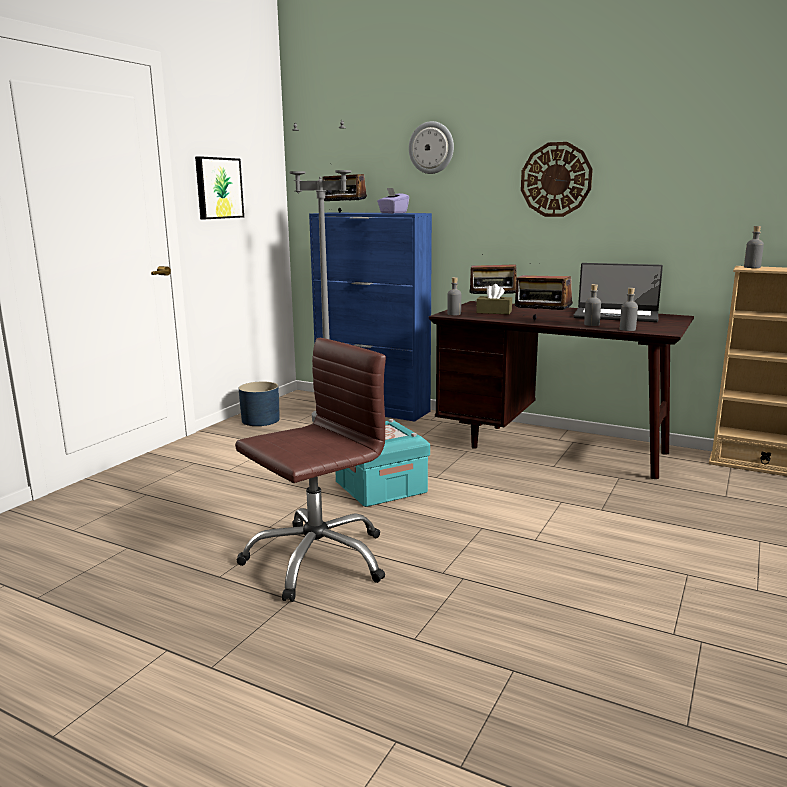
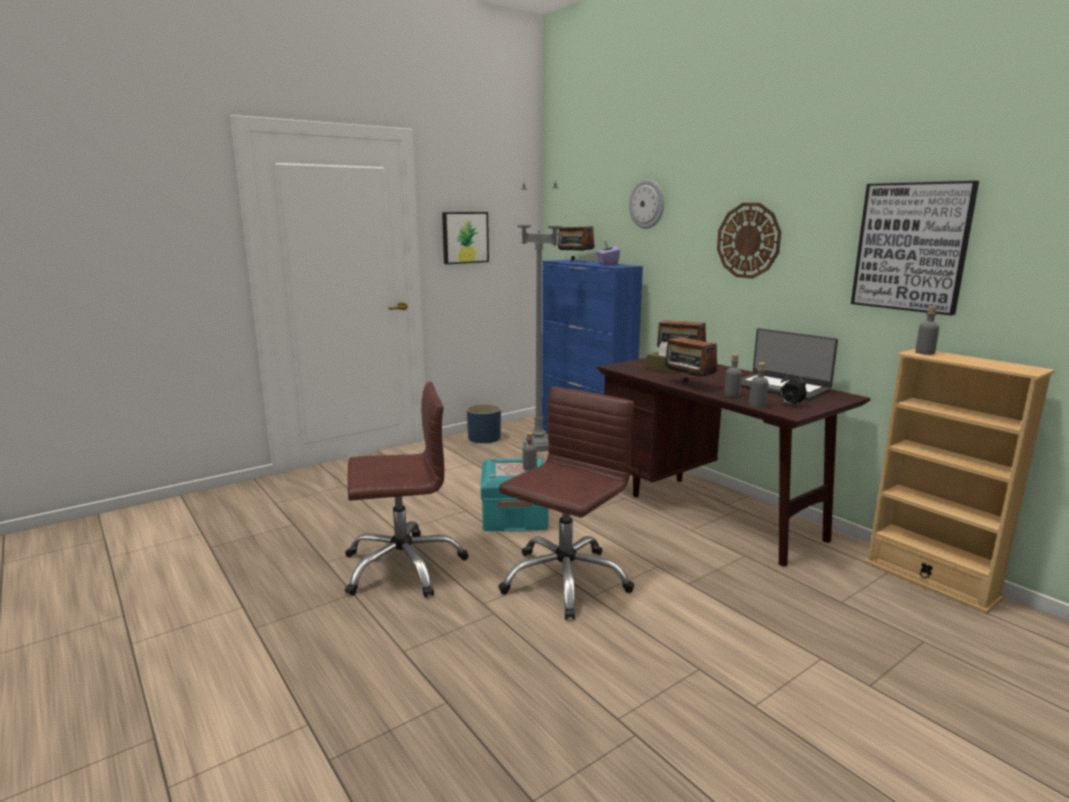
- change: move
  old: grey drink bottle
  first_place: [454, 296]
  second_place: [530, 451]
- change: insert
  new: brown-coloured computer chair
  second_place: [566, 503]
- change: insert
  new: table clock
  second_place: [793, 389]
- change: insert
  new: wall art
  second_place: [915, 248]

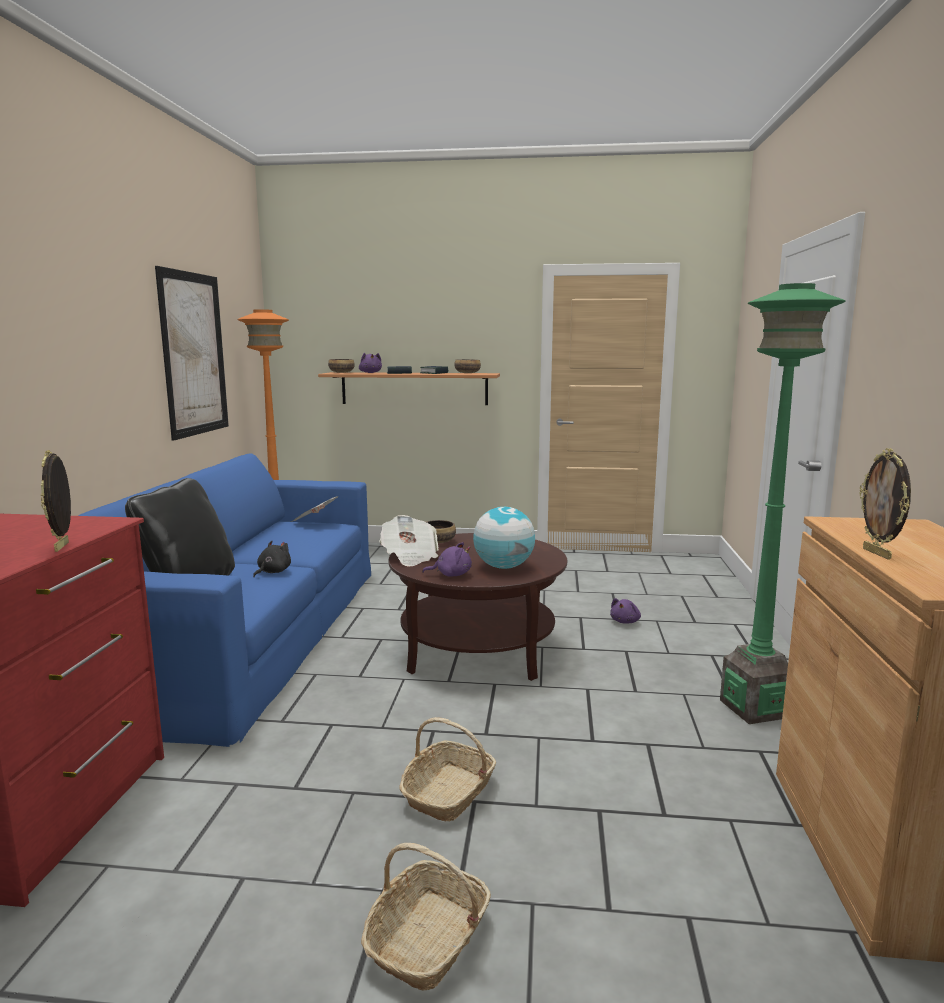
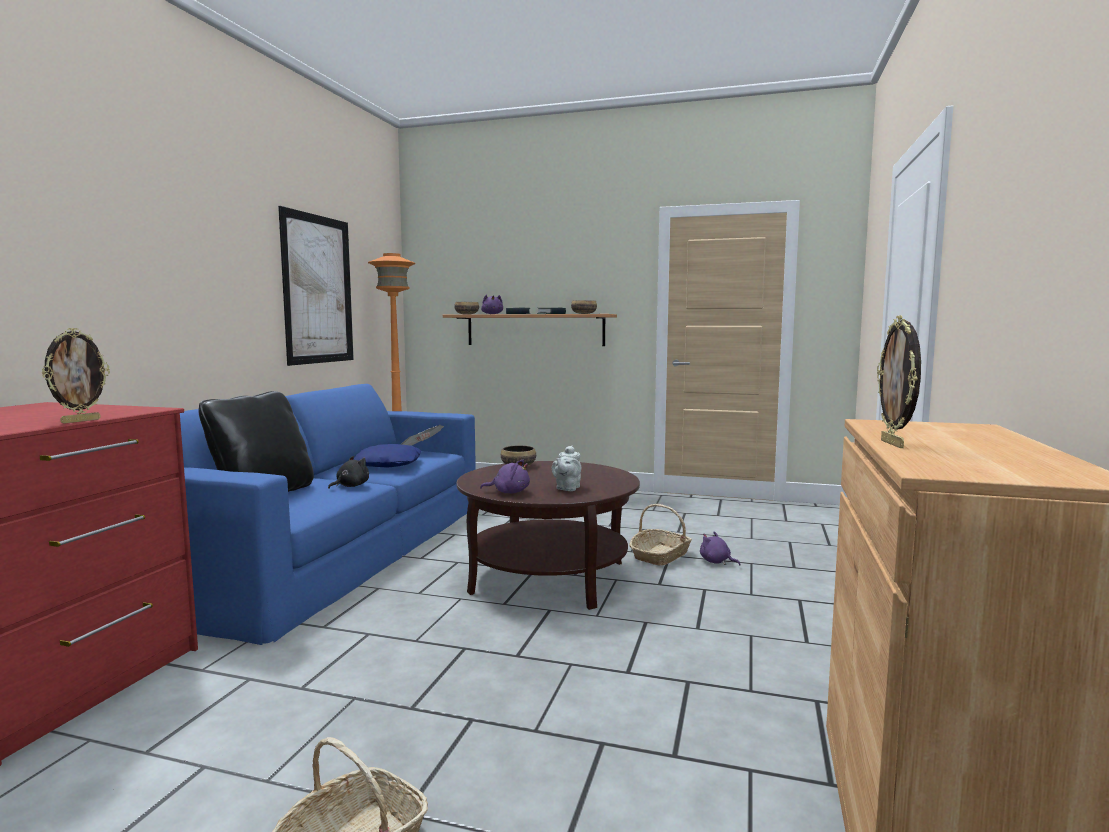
- change: rotate
  old: photo frame
  first_place: [56, 501]
  second_place: [76, 376]
  degrees: -150
- change: delete
  old: daily paper
  first_place: [409, 541]
- change: move
  old: basket
  first_place: [447, 769]
  second_place: [660, 535]
- change: replace
  old: desk globe
  new: grey tea pot
  first_place: [504, 538]
  second_place: [566, 468]
- change: rotate
  old: purple cuddly toy
  first_place: [625, 611]
  second_place: [720, 548]
  degrees: 90
- change: delete
  old: green standing lamp
  first_place: [783, 503]
- change: insert
  new: bluish throw pillow
  second_place: [387, 456]

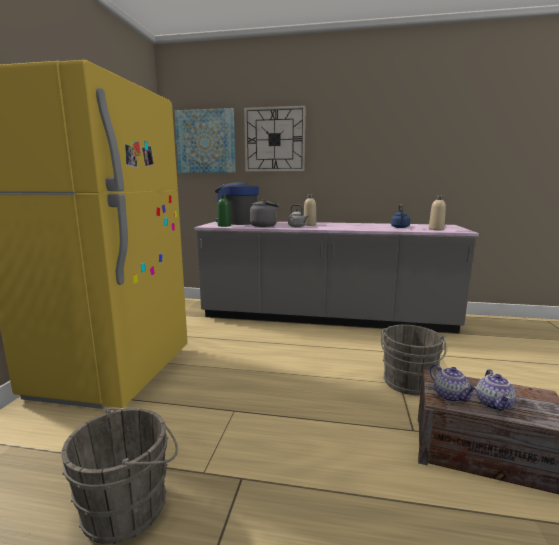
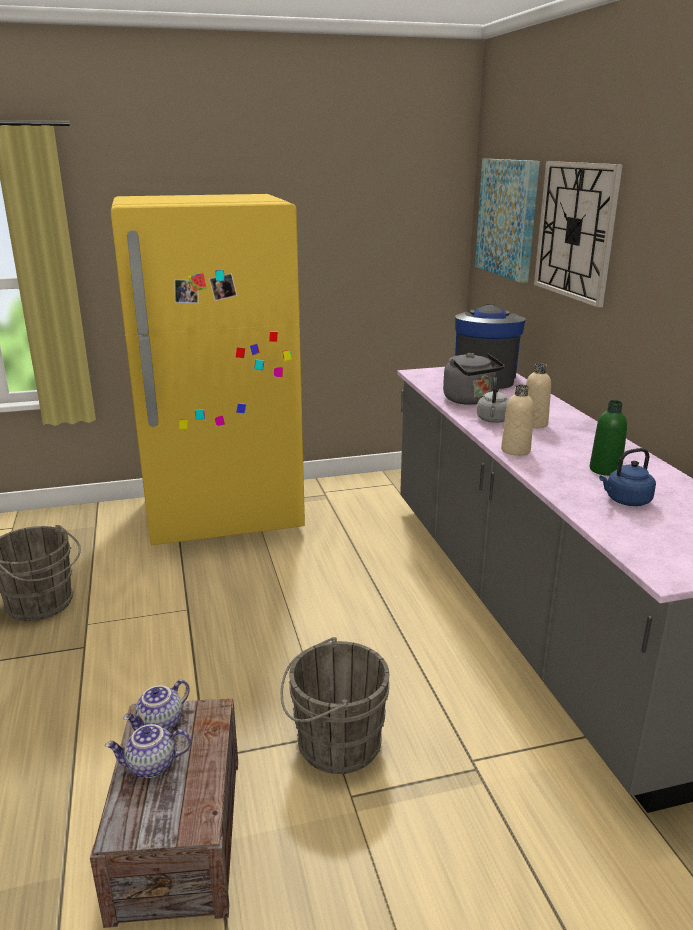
- change: move
  old: green drink bottle
  first_place: [224, 210]
  second_place: [608, 438]
- change: move
  old: beige drink bottle
  first_place: [437, 212]
  second_place: [517, 420]

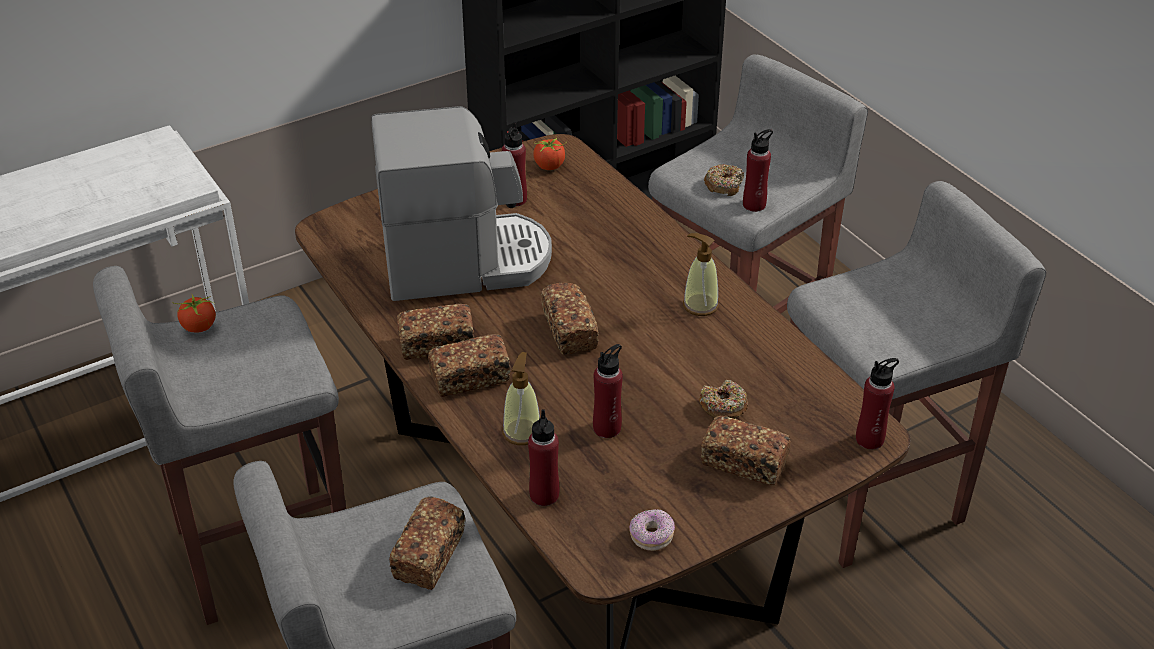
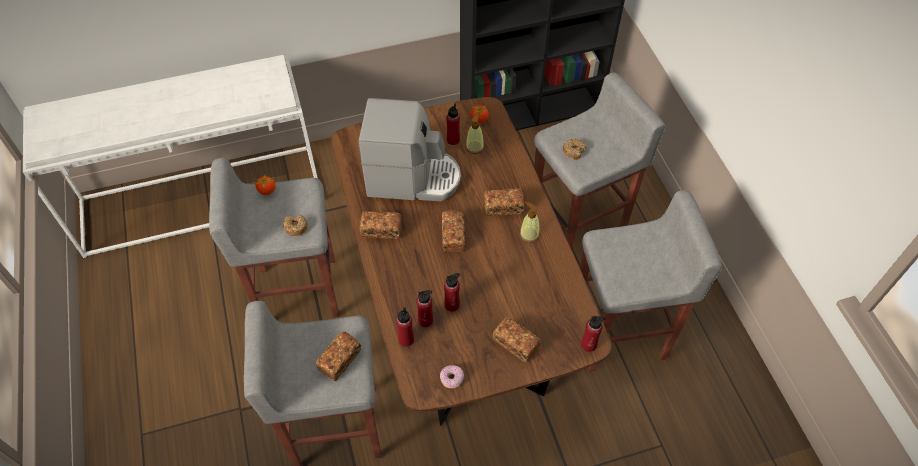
- change: move
  old: bakery bread
  first_place: [469, 365]
  second_place: [504, 202]
- change: move
  old: soap bottle
  first_place: [521, 398]
  second_place: [475, 133]
- change: move
  old: doughnut
  first_place: [723, 399]
  second_place: [295, 225]
- change: move
  old: red-coloured drink bottle
  first_place: [758, 170]
  second_place: [424, 308]

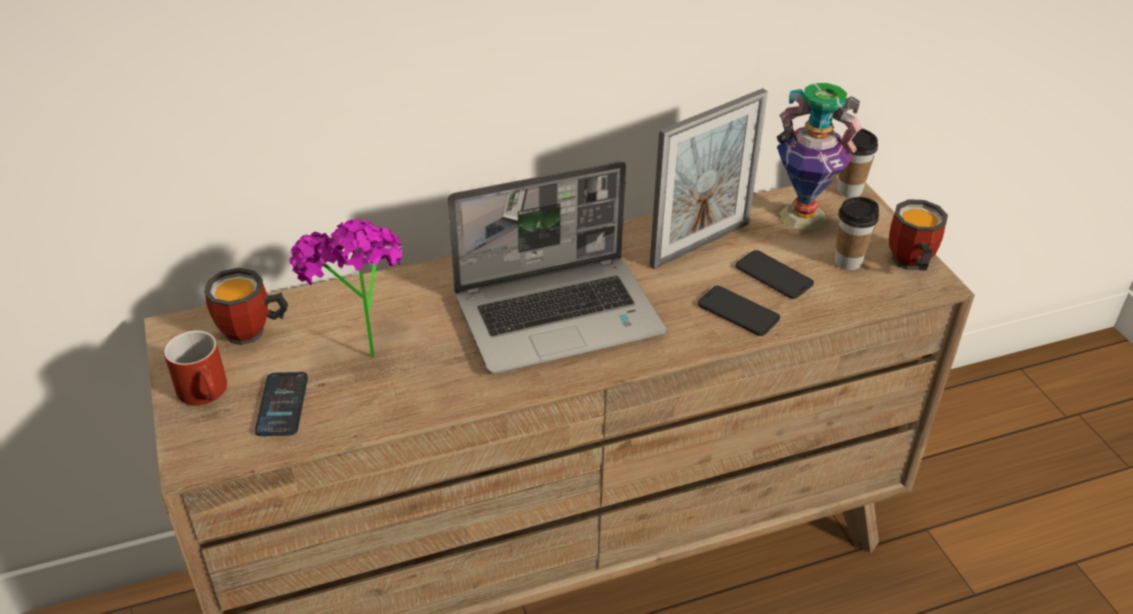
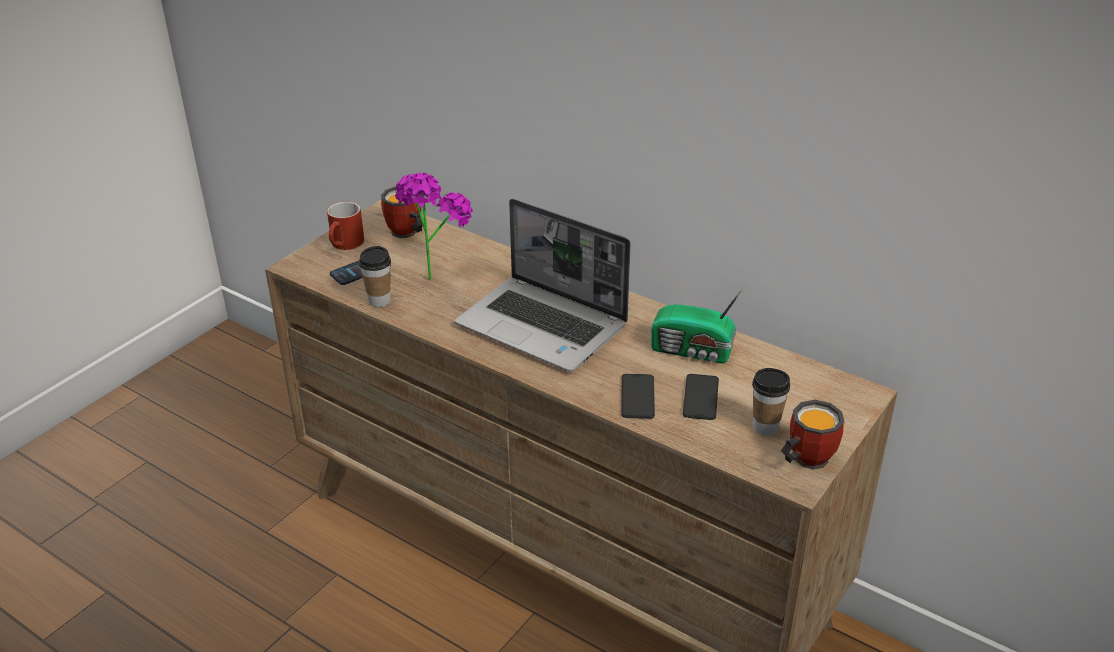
- change: replace
  old: photo frame
  new: radio
  first_place: [708, 178]
  second_place: [698, 324]
- change: delete
  old: flower vase
  first_place: [819, 157]
- change: move
  old: cup
  first_place: [857, 162]
  second_place: [375, 276]

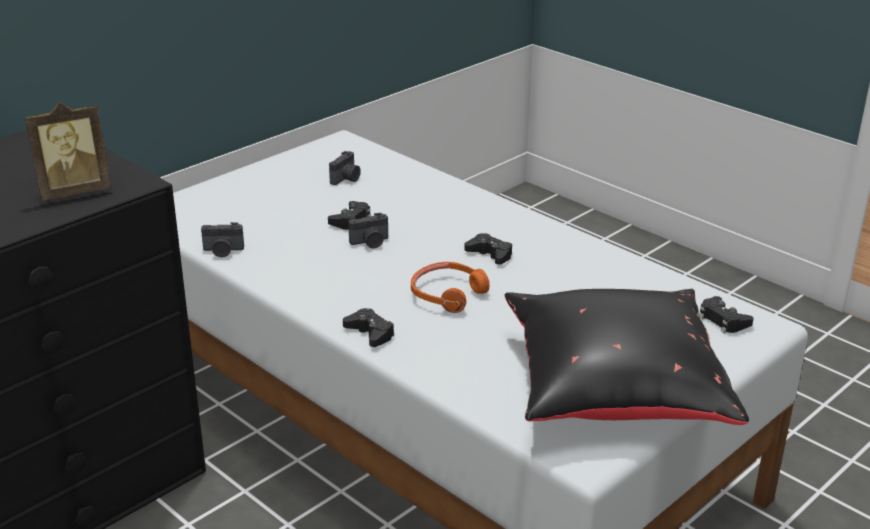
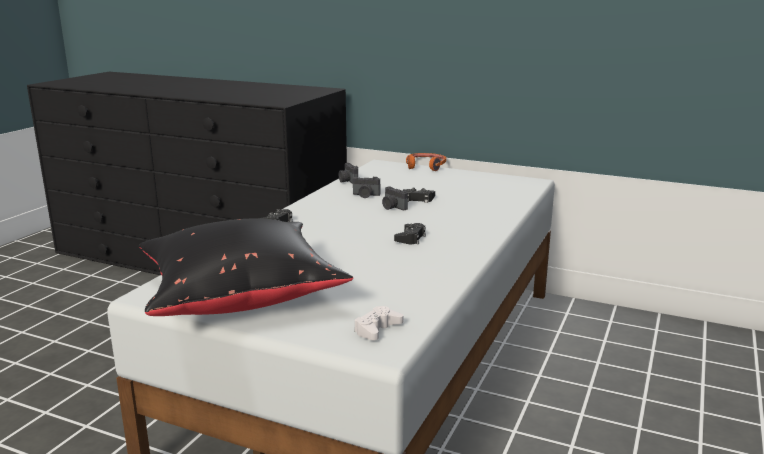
- change: delete
  old: photo frame
  first_place: [68, 151]
- change: move
  old: photo camera
  first_place: [345, 168]
  second_place: [366, 187]
- change: move
  old: orange pair of headphones
  first_place: [450, 287]
  second_place: [426, 162]
- change: recolor
  old: blackish gamepad
  new: white gamepad
  first_place: [726, 315]
  second_place: [378, 323]

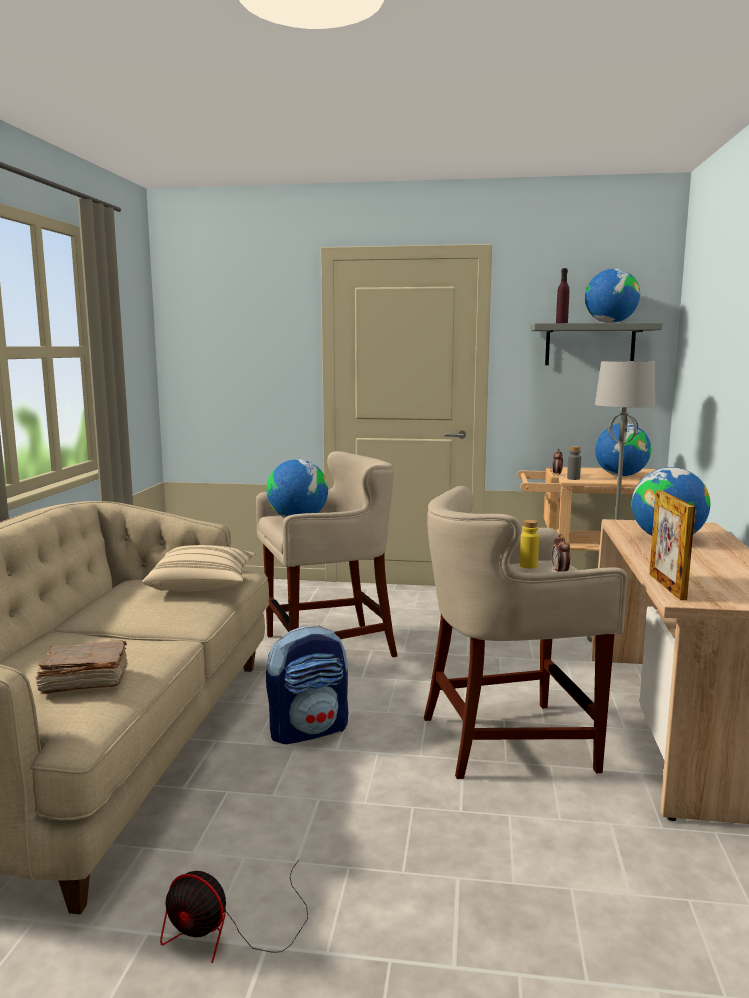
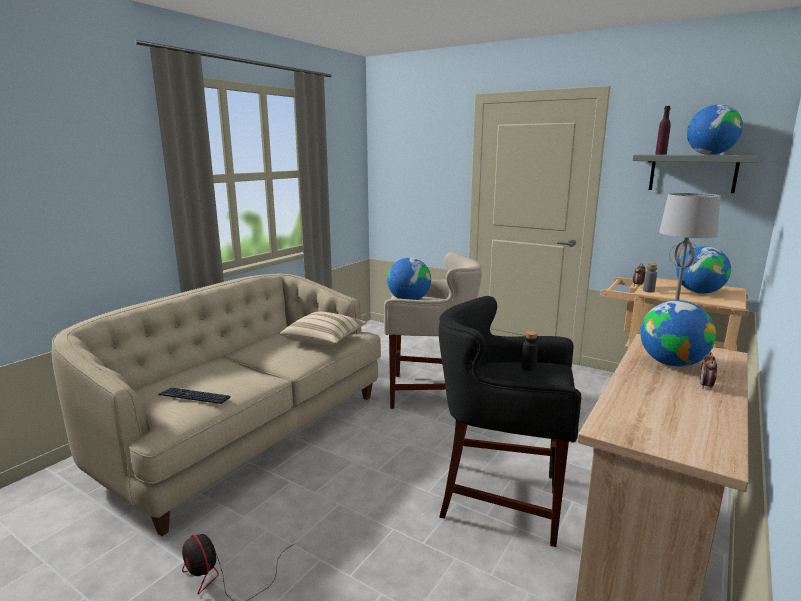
- change: replace
  old: brown-coloured volume
  new: keyboard
  first_place: [81, 667]
  second_place: [194, 395]
- change: delete
  old: knapsack
  first_place: [307, 684]
- change: recolor
  old: beige sitting stool
  new: blackish sitting stool
  first_place: [525, 632]
  second_place: [510, 421]
- change: recolor
  old: yellow-coloured drink bottle
  new: blackish drink bottle
  first_place: [529, 544]
  second_place: [529, 351]
- change: move
  old: table clock
  first_place: [561, 552]
  second_place: [708, 370]
- change: delete
  old: photo frame
  first_place: [672, 545]

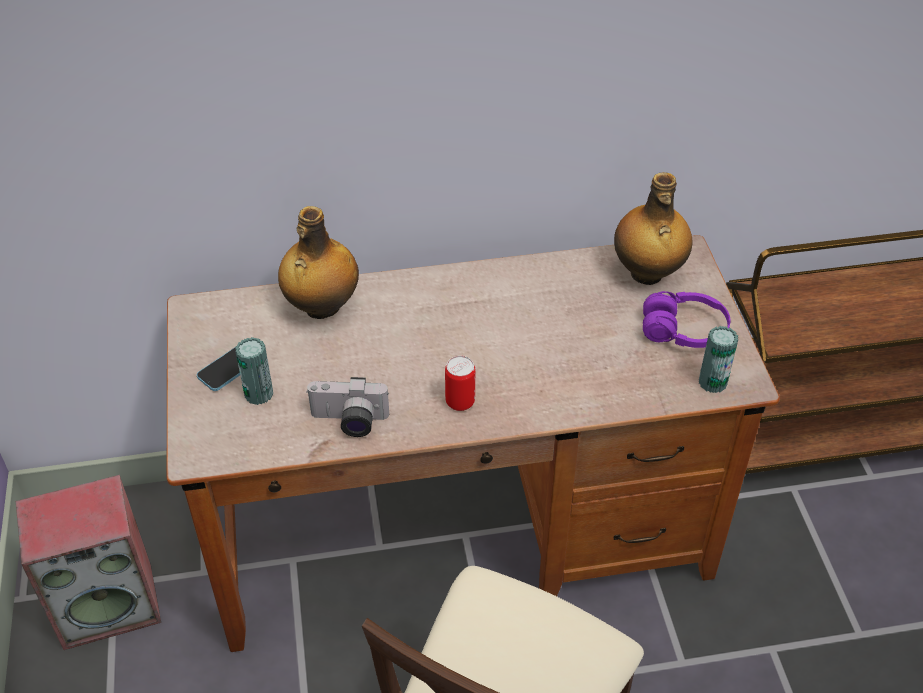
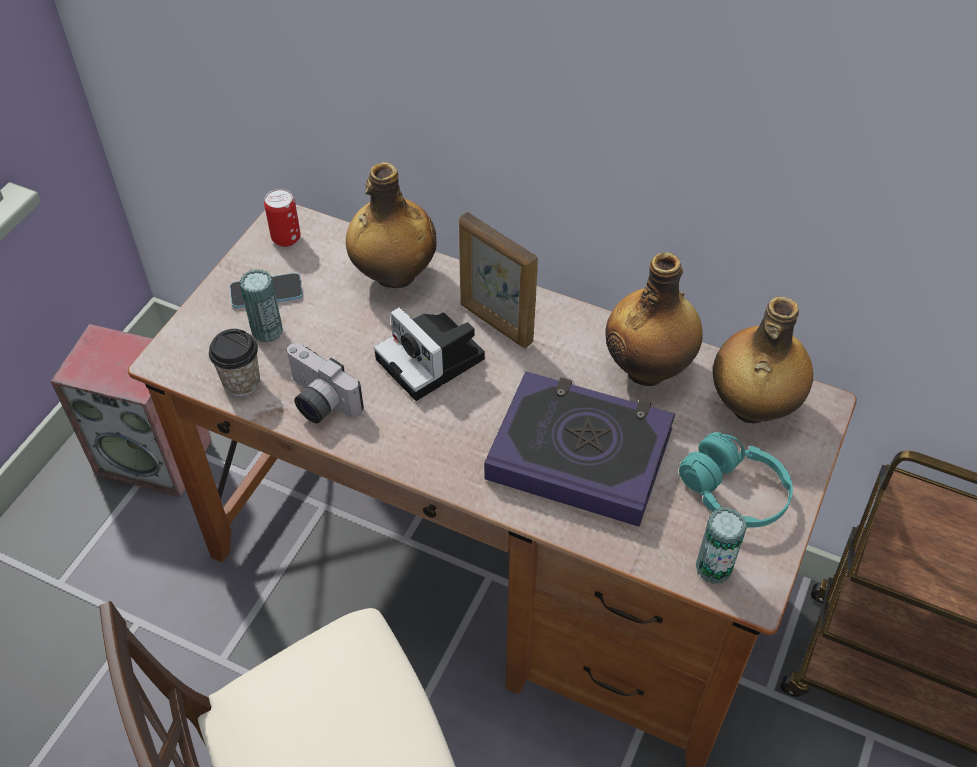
- change: move
  old: sealed can
  first_place: [460, 383]
  second_place: [282, 218]
- change: recolor
  old: purple pair of headphones
  new: blue-green pair of headphones
  first_place: [686, 319]
  second_place: [736, 480]
- change: insert
  new: cup
  second_place: [234, 362]
- change: insert
  new: photo camera
  second_place: [429, 354]
- change: insert
  new: photo frame
  second_place: [498, 280]
- change: insert
  new: volume
  second_place: [579, 449]
- change: insert
  new: drink bottle
  second_place: [654, 319]

